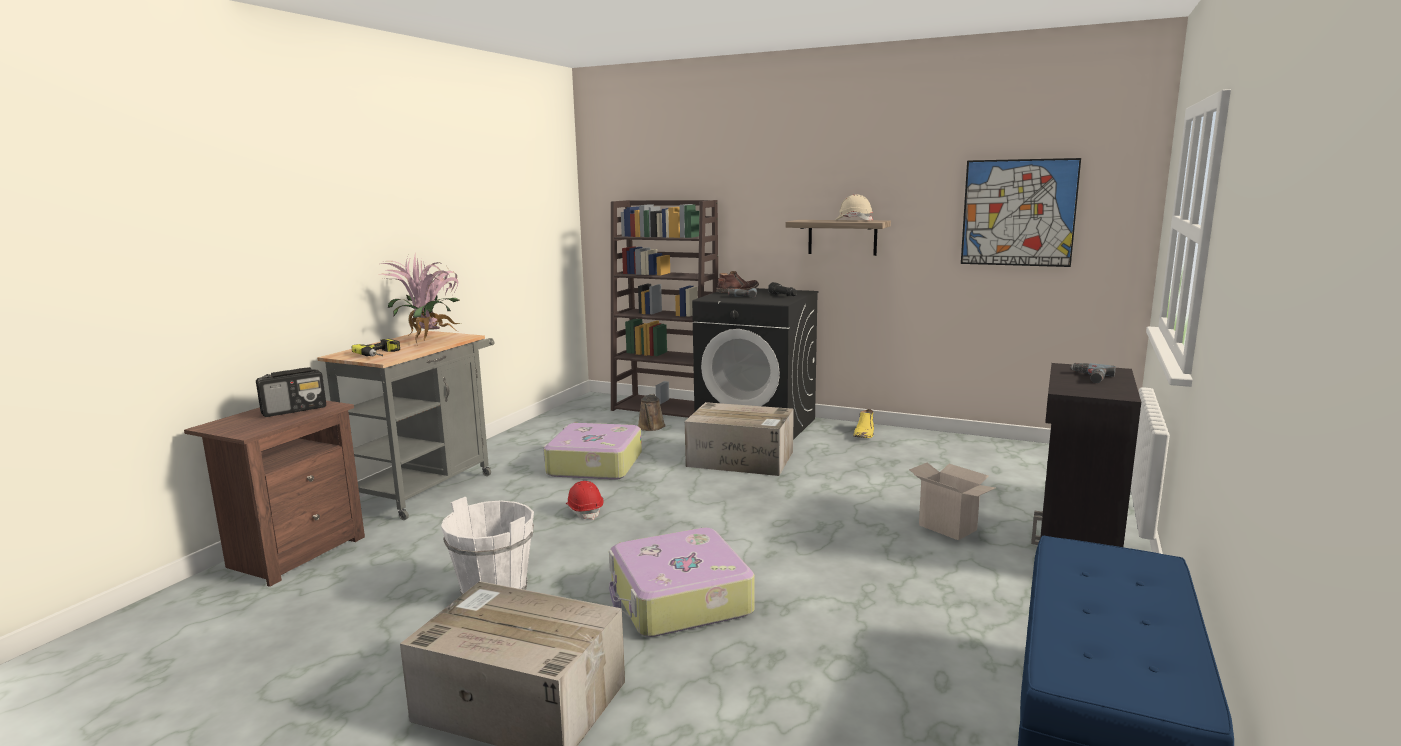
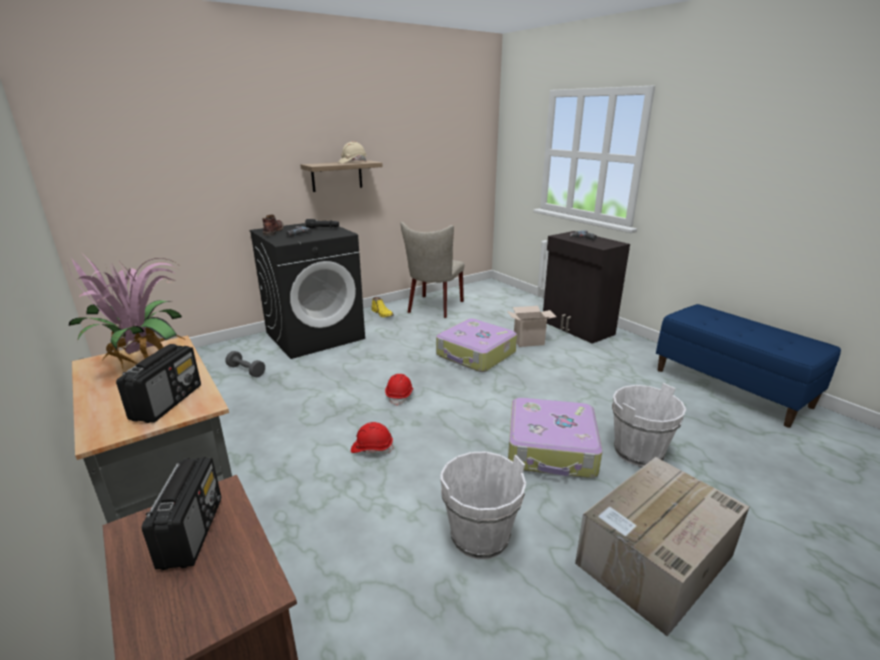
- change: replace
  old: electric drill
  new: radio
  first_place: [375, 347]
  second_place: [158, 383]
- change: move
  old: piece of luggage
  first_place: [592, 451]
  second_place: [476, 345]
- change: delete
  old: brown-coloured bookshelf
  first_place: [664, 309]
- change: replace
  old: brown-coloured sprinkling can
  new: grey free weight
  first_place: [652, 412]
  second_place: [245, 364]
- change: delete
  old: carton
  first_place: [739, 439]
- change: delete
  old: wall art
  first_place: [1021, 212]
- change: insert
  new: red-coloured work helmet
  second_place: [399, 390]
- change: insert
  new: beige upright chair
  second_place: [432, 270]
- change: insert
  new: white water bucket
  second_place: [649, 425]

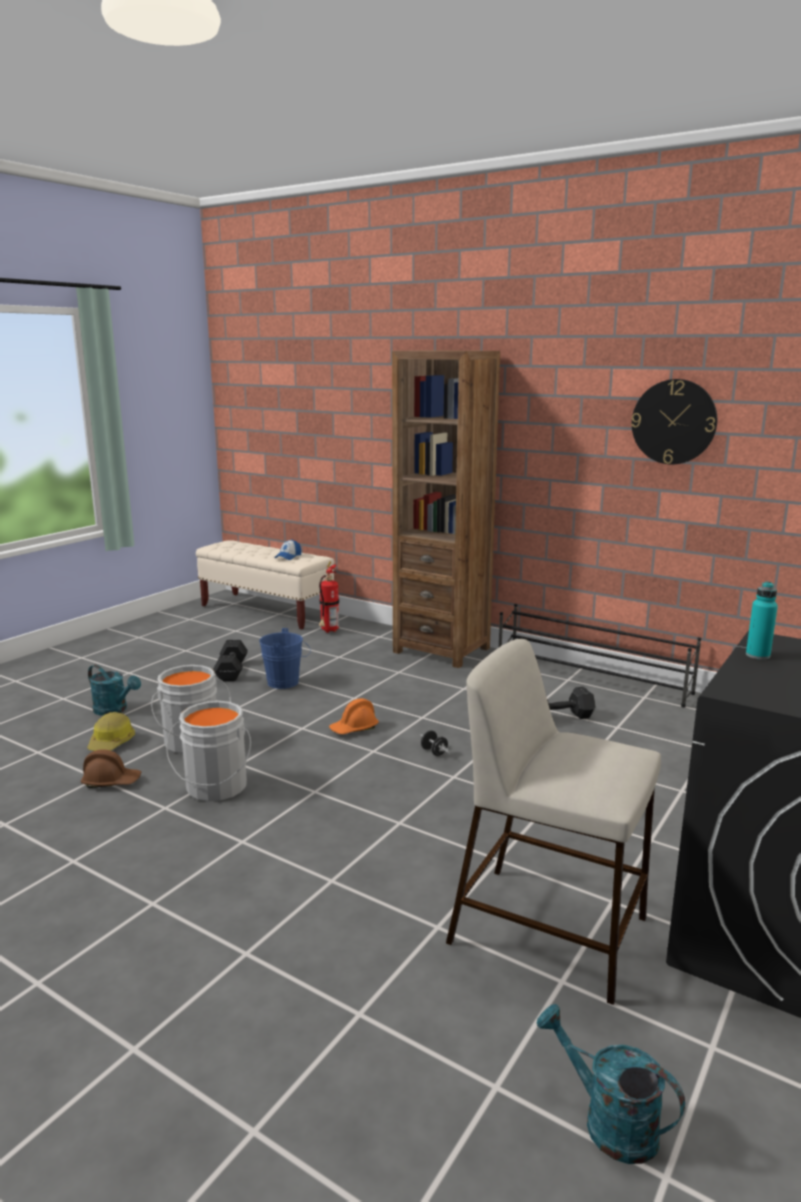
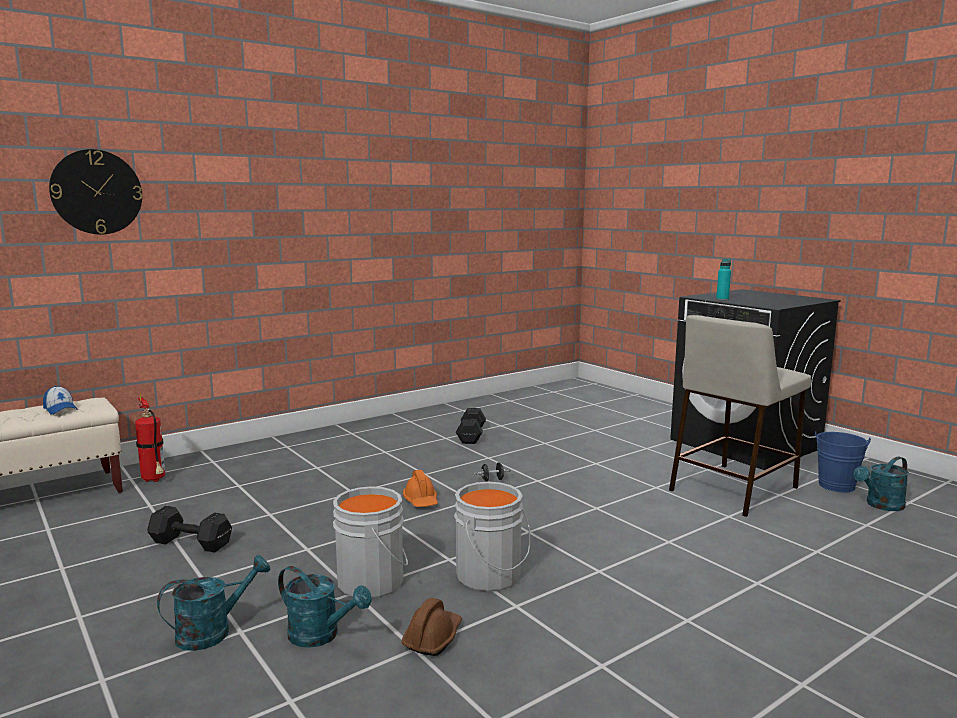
- change: replace
  old: work helmet
  new: blue-green sprinkling can
  first_place: [111, 731]
  second_place: [325, 607]
- change: move
  old: bluish water bucket
  first_place: [285, 658]
  second_place: [843, 462]
- change: delete
  old: brown-coloured bookshelf
  first_place: [446, 509]
- change: delete
  old: blackish shoe rack
  first_place: [600, 656]
- change: move
  old: hanging clock
  first_place: [674, 421]
  second_place: [95, 191]

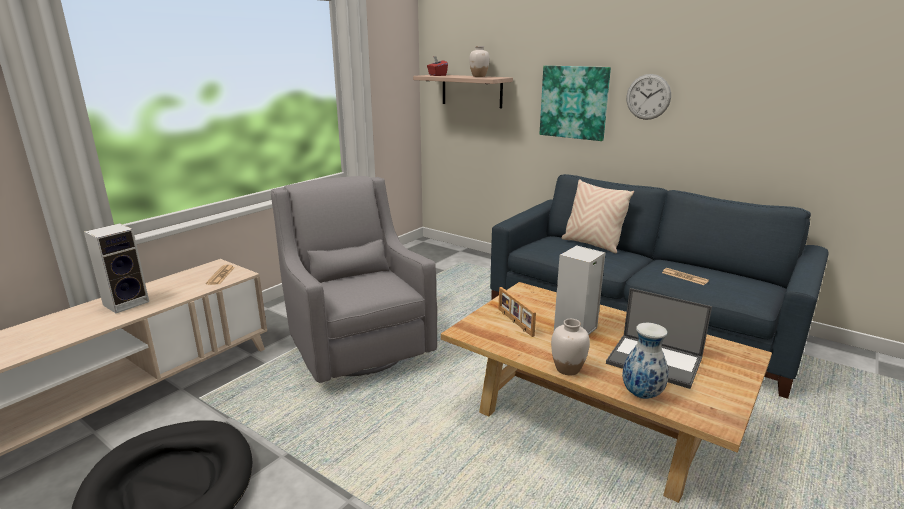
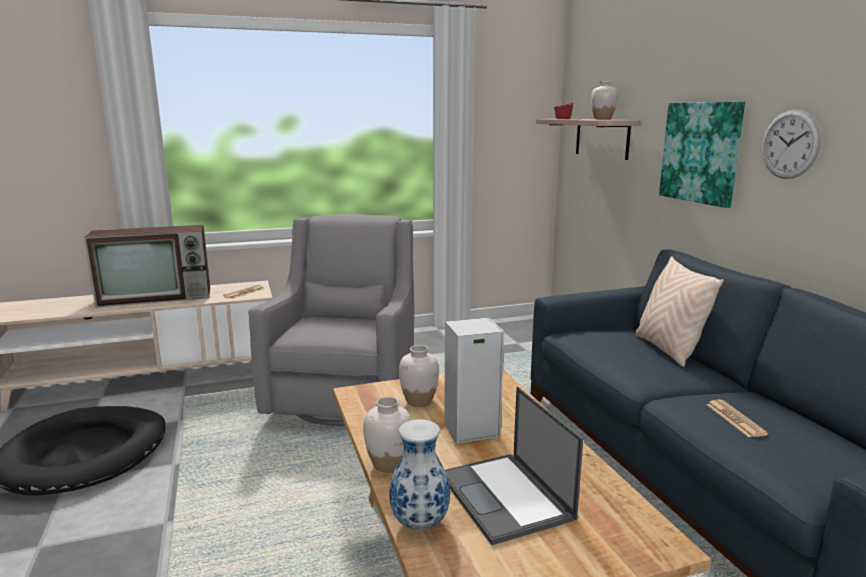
- change: replace
  old: audio speaker
  new: TV
  first_place: [116, 268]
  second_place: [147, 266]
- change: replace
  old: photo frame
  new: white flower vase
  first_place: [517, 312]
  second_place: [419, 376]

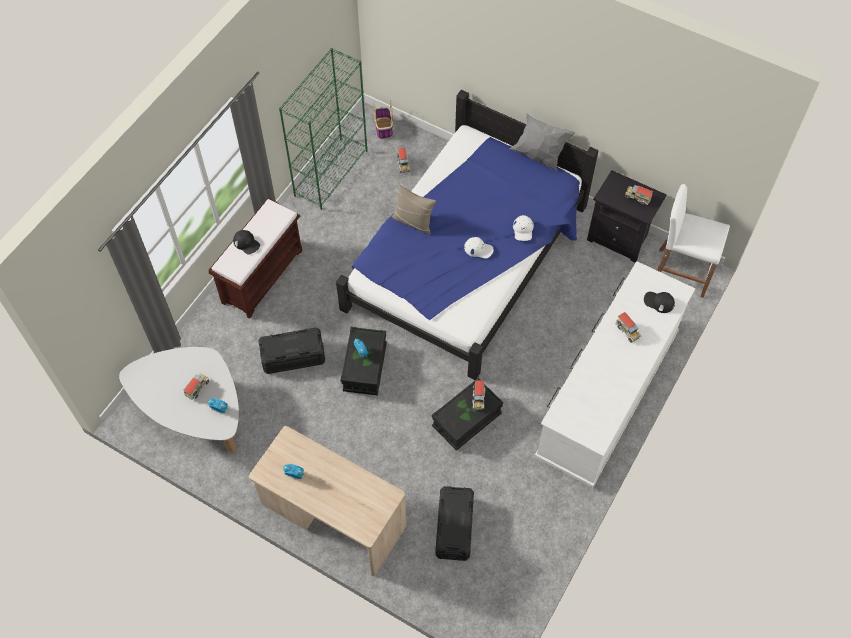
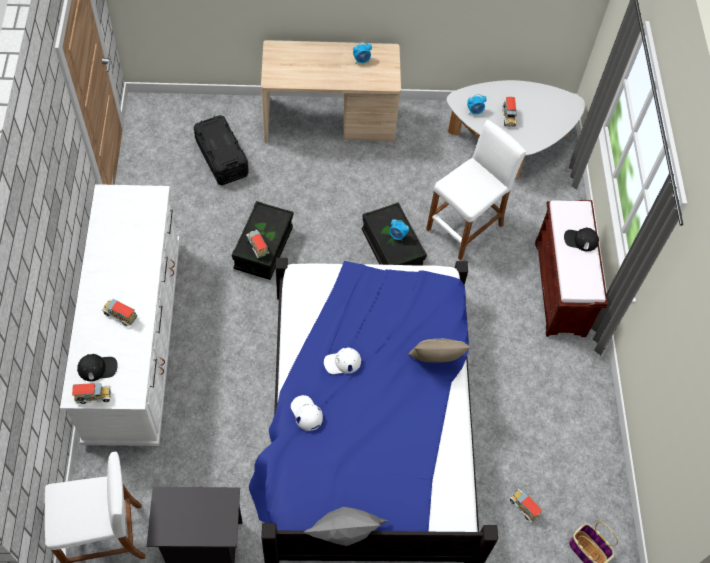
- change: replace
  old: blackish storage bin
  new: white sitting stool
  first_place: [291, 350]
  second_place: [476, 190]
- change: delete
  old: green bookshelf
  first_place: [323, 129]
- change: move
  old: toy lorry
  first_place: [639, 195]
  second_place: [91, 393]

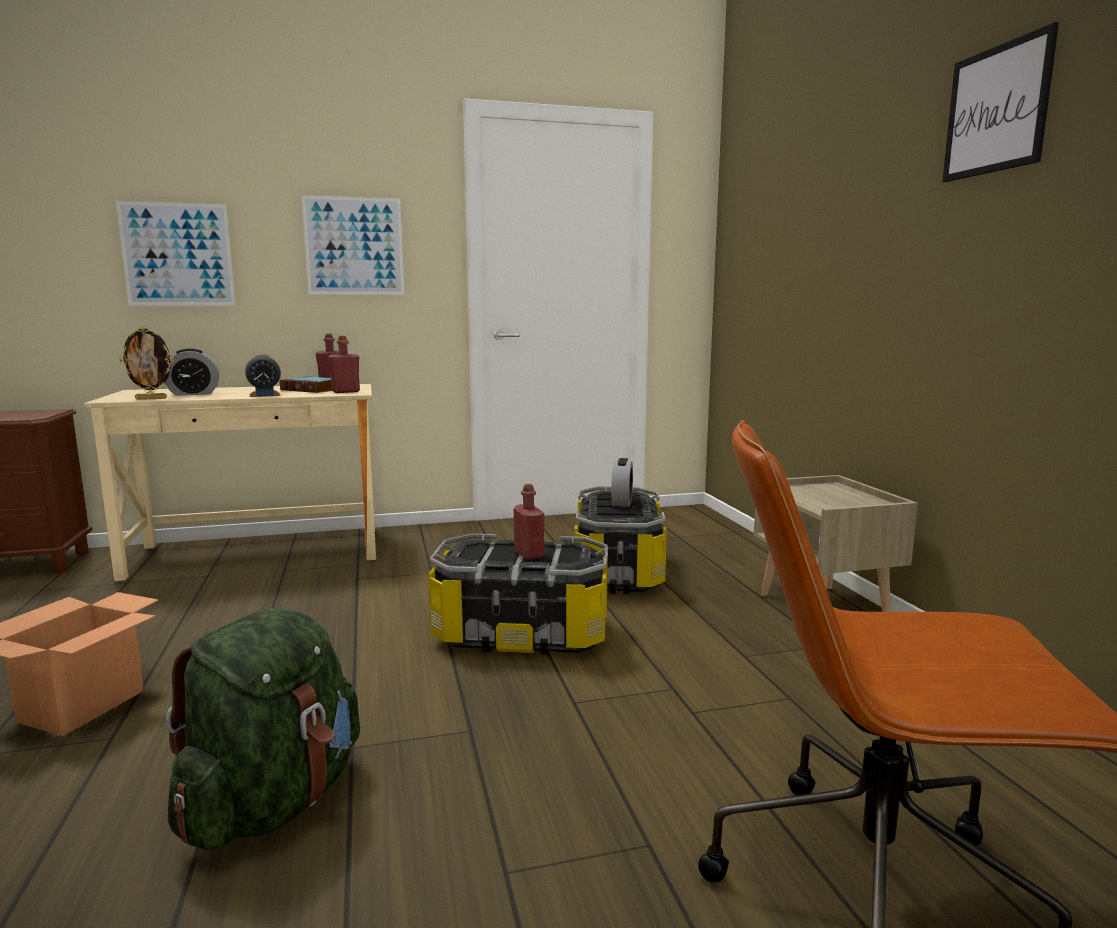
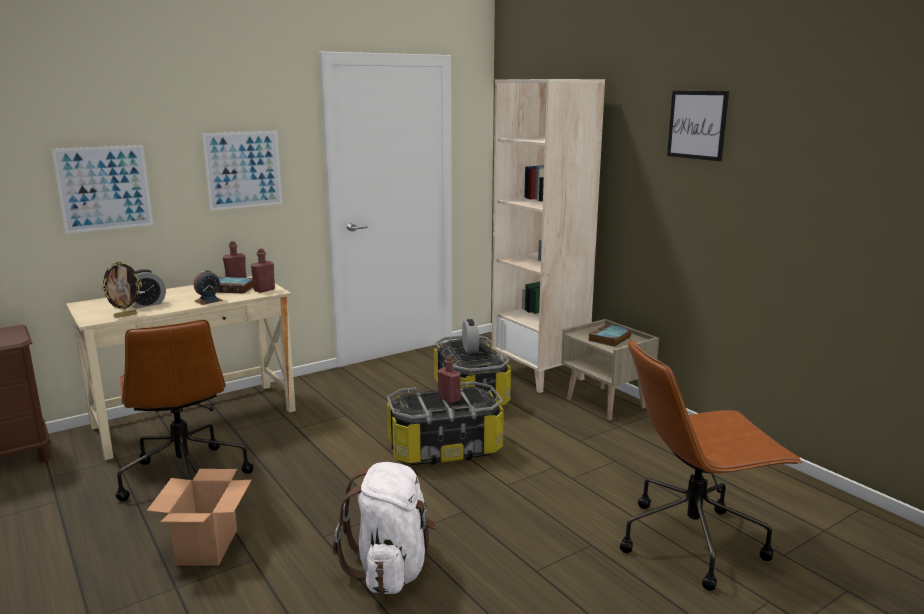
- change: recolor
  old: green knapsack
  new: white knapsack
  first_place: [263, 729]
  second_place: [385, 528]
- change: insert
  new: brown-coloured computer chair
  second_place: [184, 410]
- change: insert
  new: beige bookshelf
  second_place: [548, 236]
- change: insert
  new: volume
  second_place: [610, 335]

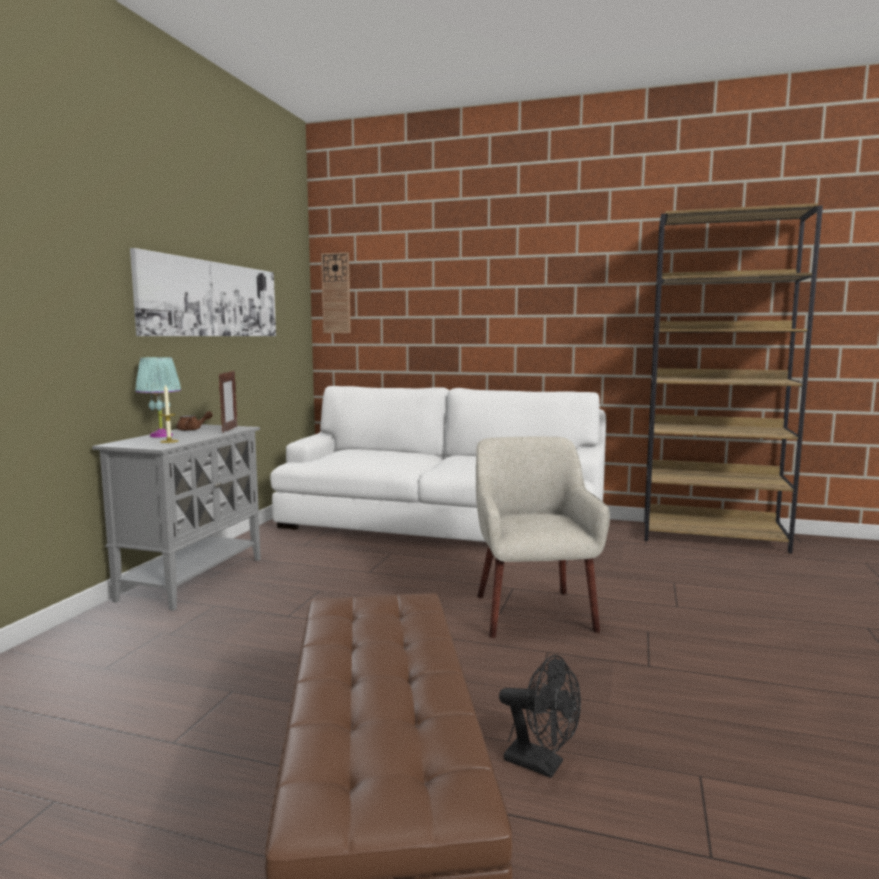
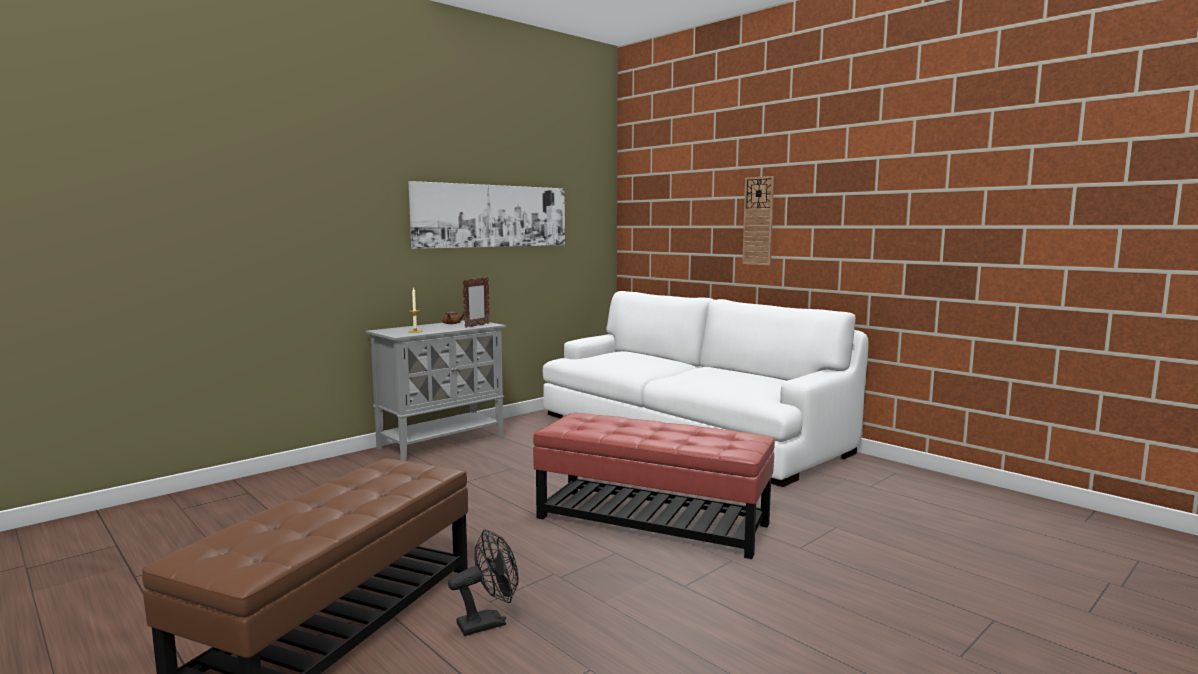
- change: delete
  old: blue-green tabletop lamp
  first_place: [158, 397]
- change: move
  old: hanging clock
  first_place: [336, 292]
  second_place: [758, 221]
- change: replace
  old: beige lounge chair
  new: red-coloured pouffe
  first_place: [543, 537]
  second_place: [654, 486]
- change: rotate
  old: blackish electric fan
  first_place: [540, 716]
  second_place: [483, 582]
  degrees: -90
- change: delete
  old: brown-coloured bookshelf
  first_place: [733, 378]

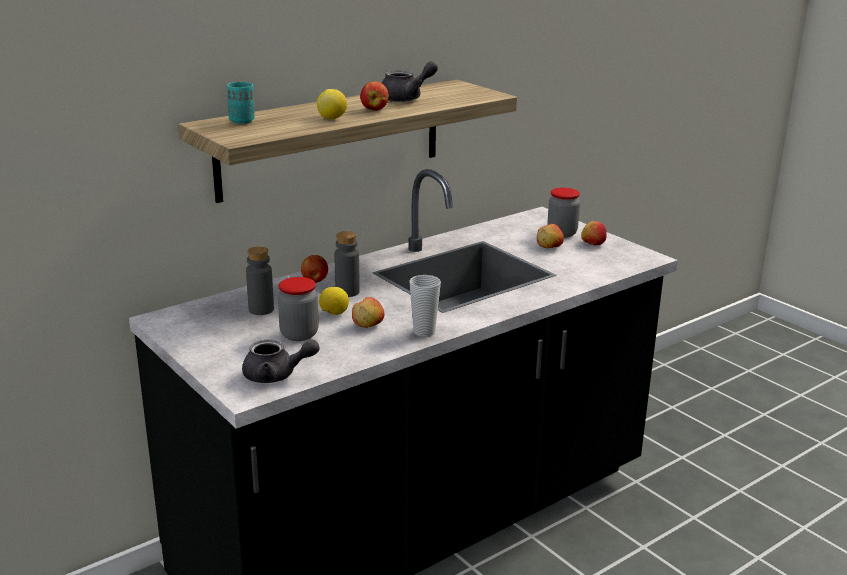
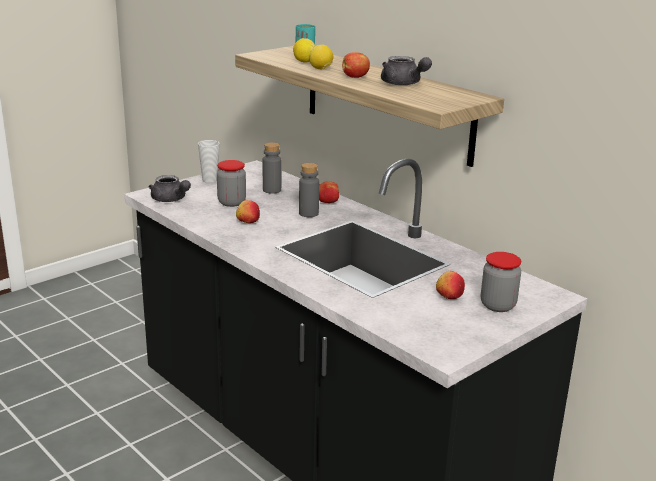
- change: rotate
  old: grey tea pot
  first_place: [280, 361]
  second_place: [170, 188]
  degrees: -45
- change: move
  old: citrus fruit
  first_place: [334, 301]
  second_place: [304, 50]
- change: move
  old: cup
  first_place: [425, 306]
  second_place: [209, 161]
- change: delete
  old: whole apple
  first_place: [594, 233]

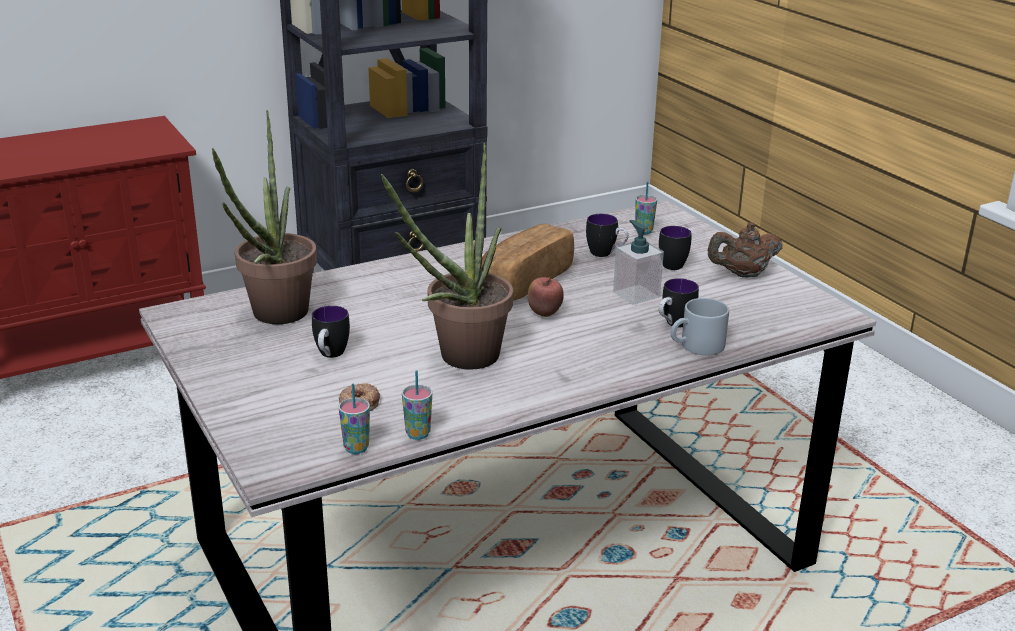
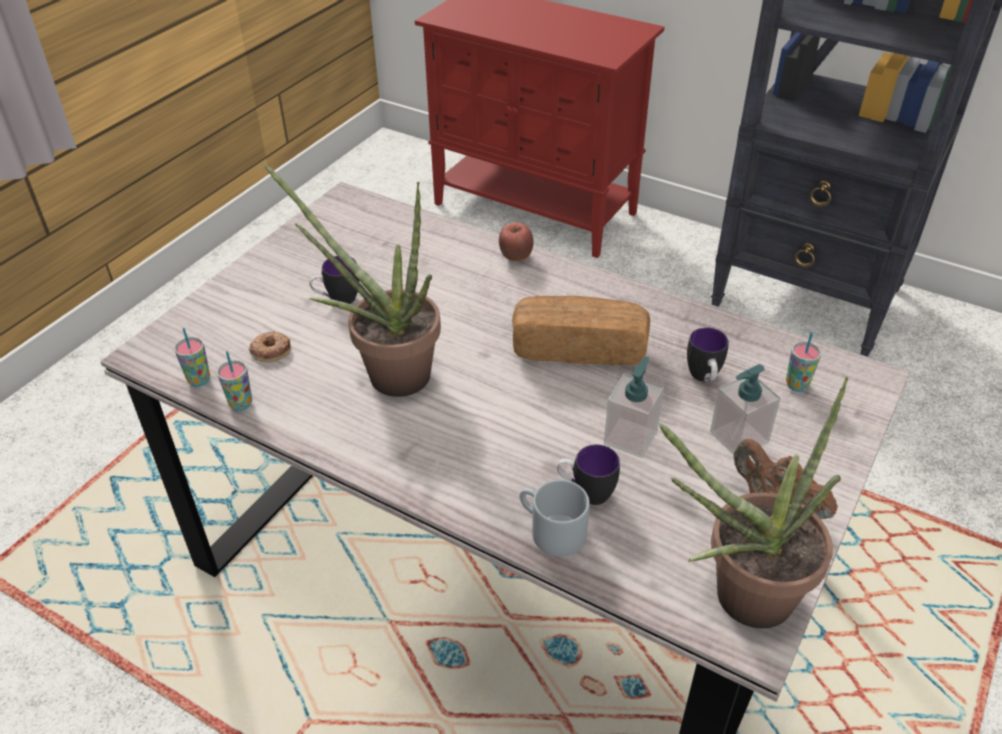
- change: move
  old: houseplant
  first_place: [264, 217]
  second_place: [753, 502]
- change: move
  old: whole apple
  first_place: [546, 297]
  second_place: [516, 241]
- change: replace
  old: mug
  new: soap bottle
  first_place: [675, 248]
  second_place: [745, 409]

